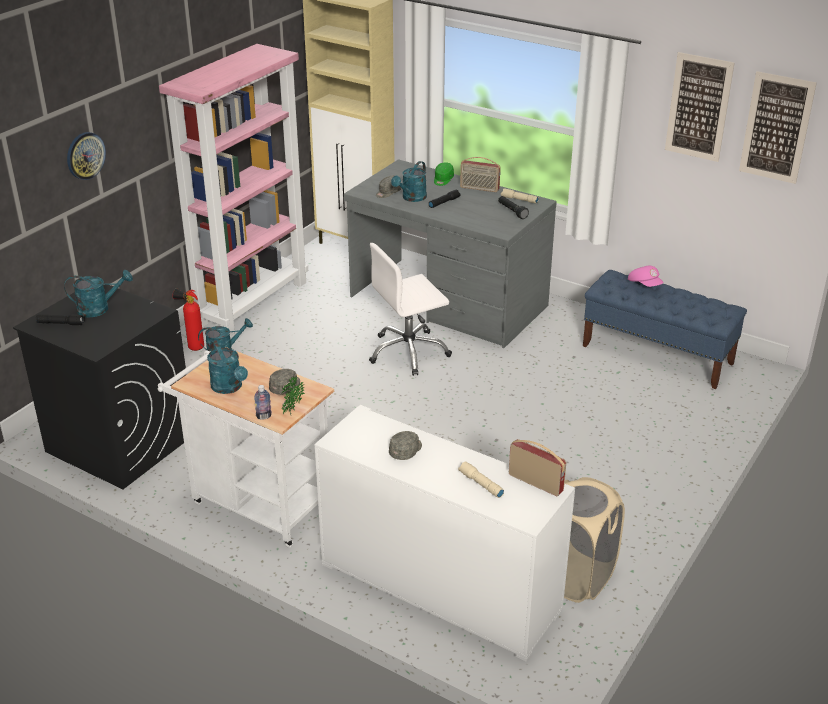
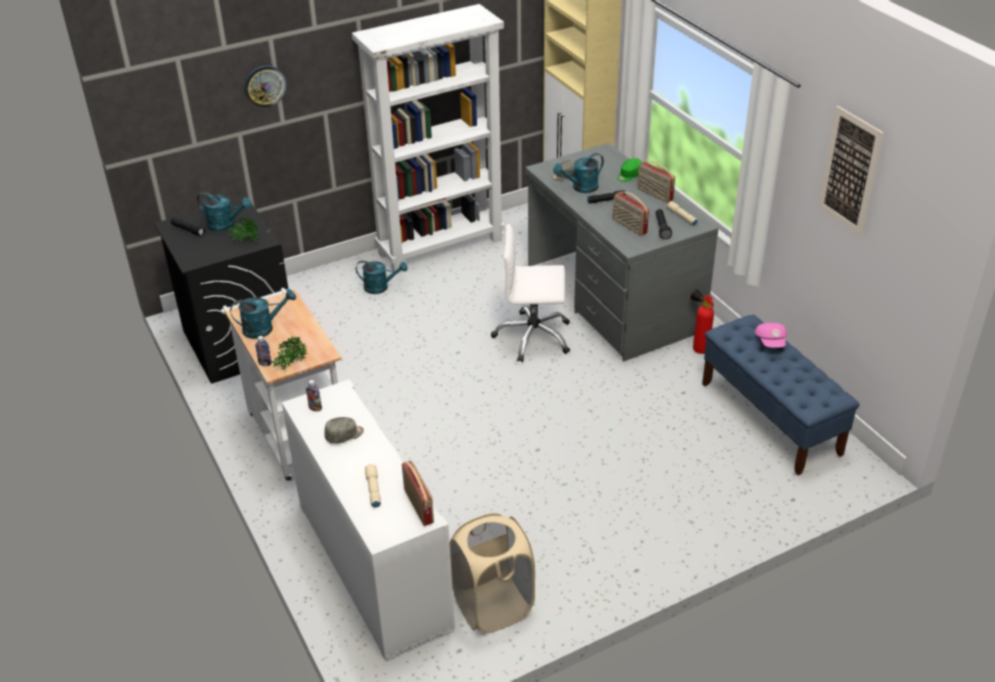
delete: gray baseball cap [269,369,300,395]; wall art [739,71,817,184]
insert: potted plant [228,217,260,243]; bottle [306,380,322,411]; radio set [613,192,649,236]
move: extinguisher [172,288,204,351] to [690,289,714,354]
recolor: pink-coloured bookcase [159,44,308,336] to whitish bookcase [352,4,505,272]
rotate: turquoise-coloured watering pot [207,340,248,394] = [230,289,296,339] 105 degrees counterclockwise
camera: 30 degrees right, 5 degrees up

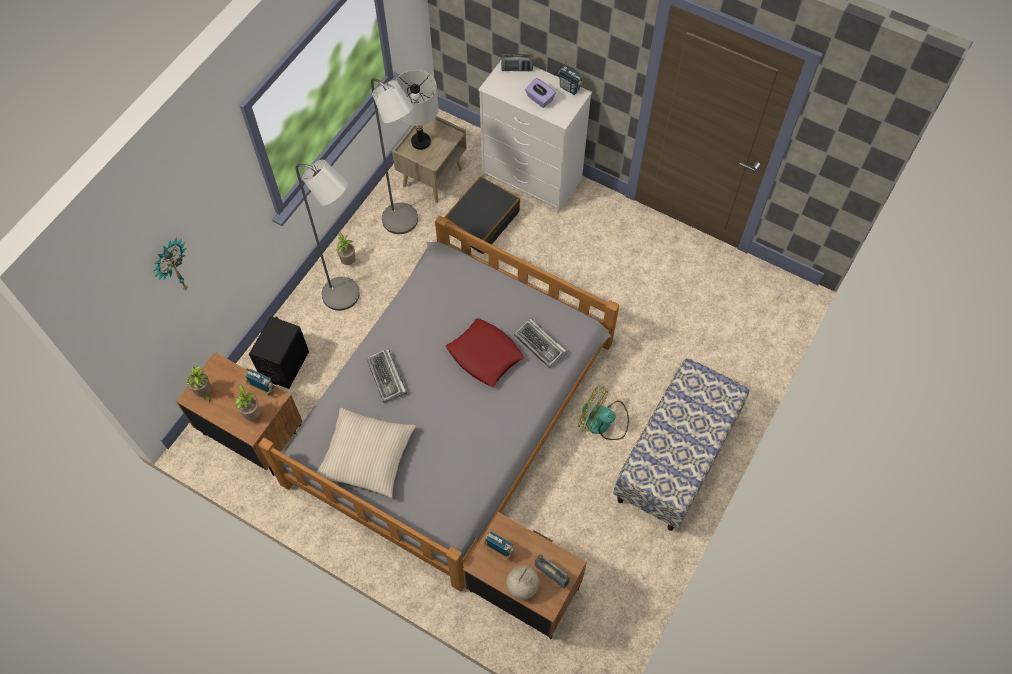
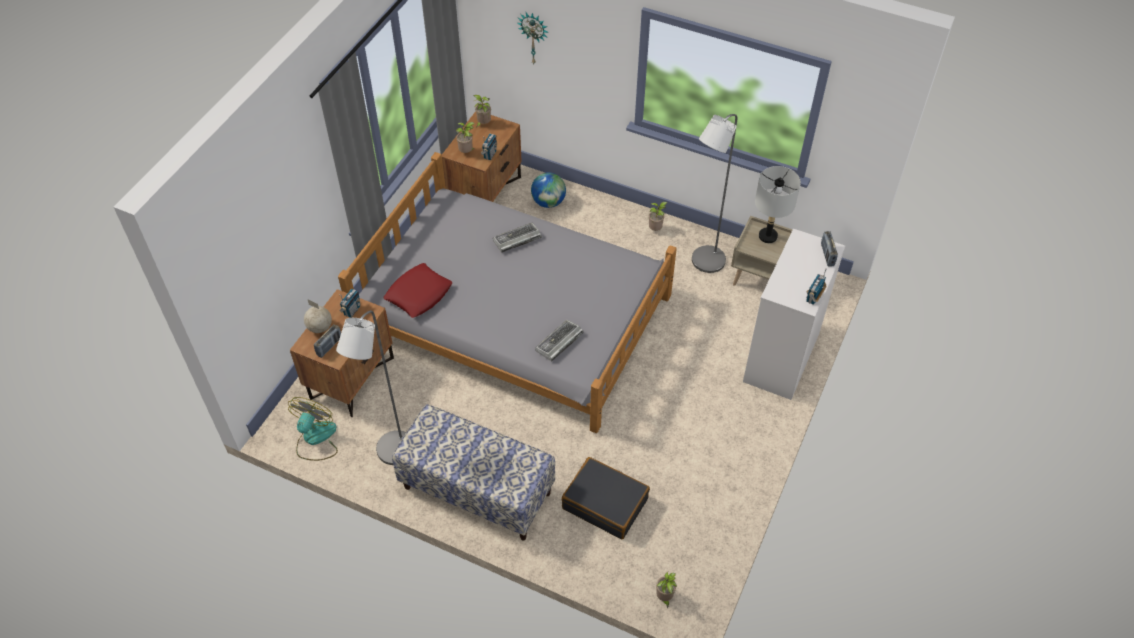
delete: beige cushion [316,408,416,498]; purplish tissue box [525,78,556,108]
insert: potted plant [656,572,677,608]
move: gray floor lamp [296,160,360,311] to [336,310,406,465]; black-coloured suitcase [444,176,520,254] to [562,457,650,539]; reddish cushion [446,318,524,387] to [383,263,452,318]; electric fan [578,386,629,440] to [288,397,338,461]
replace: black-coloured loudspeaker [249,316,309,389] to globe [531,172,566,208]
camera: 85 degrees right, 10 degrees down

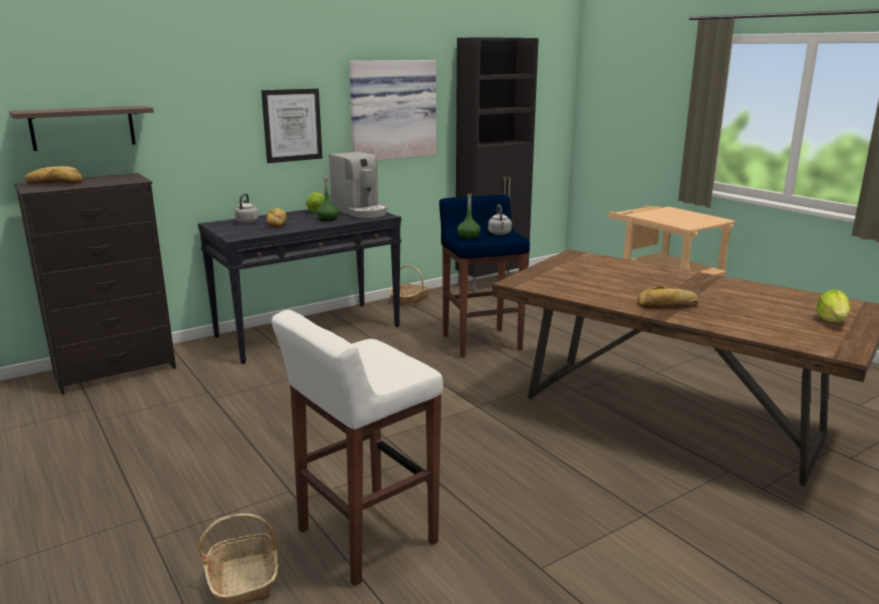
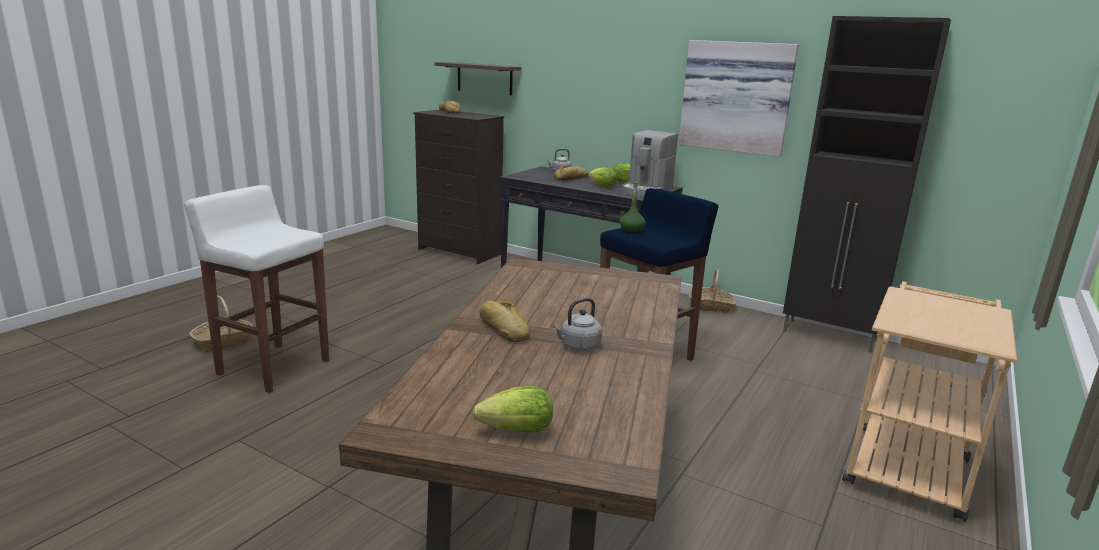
delete: wall art [261,88,322,163]
move: gray tea kettle [488,204,512,235] to [553,298,602,351]
replace: green-coloured bottle [316,177,339,221] to head of lettuce [588,167,617,188]
camera: 65 degrees right, 0 degrees up

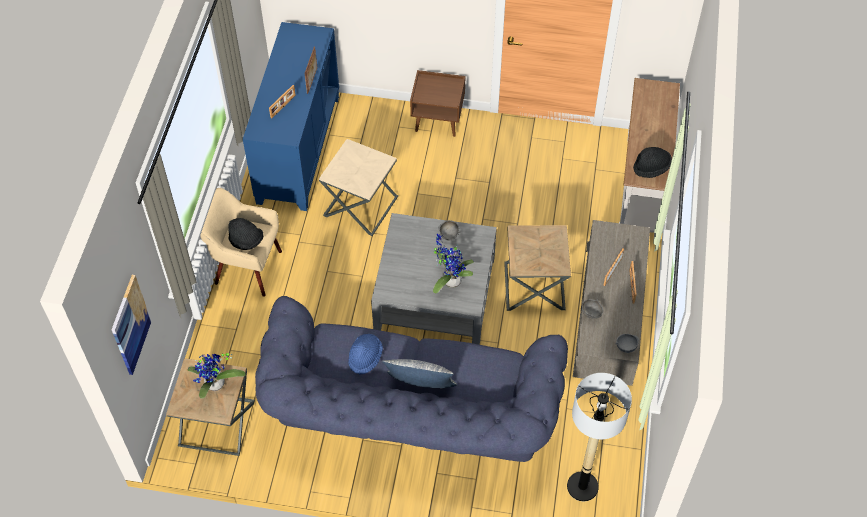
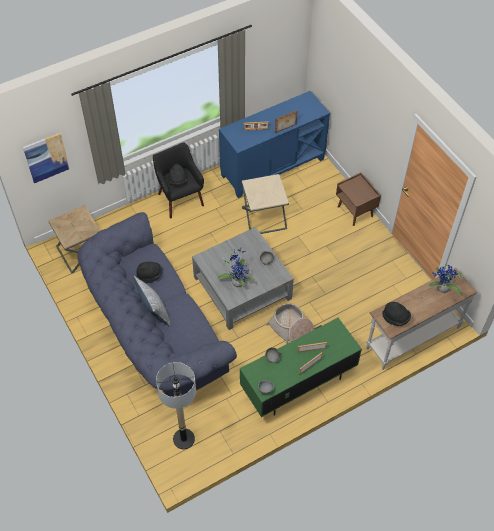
move: potted plant [188,353,245,399] to [429,264,464,296]
replace: brown-coloured accent table [504,225,571,311] to storage basket [266,303,314,344]
recolor: beige easy chair [200,188,282,297] to black-coloured easy chair [153,143,204,218]; blue-coloured clothing hat [348,334,383,375] to black-coloured clothing hat [136,262,162,283]; gray tv unit [573,220,650,386] to green-coloured tv unit [240,318,362,417]
camera: 50 degrees right, 0 degrees up

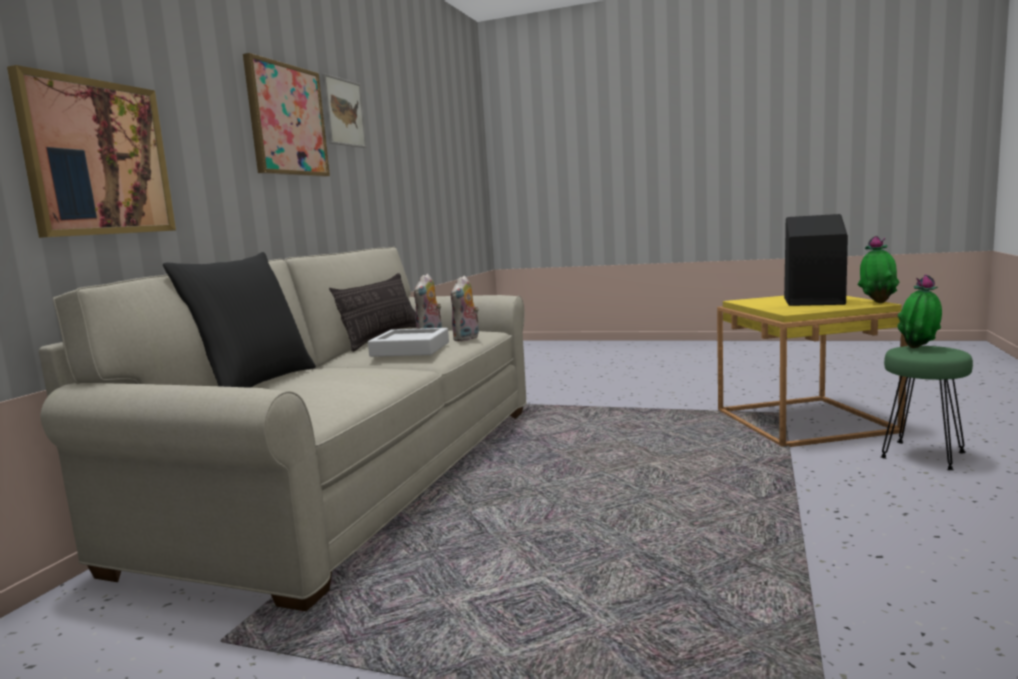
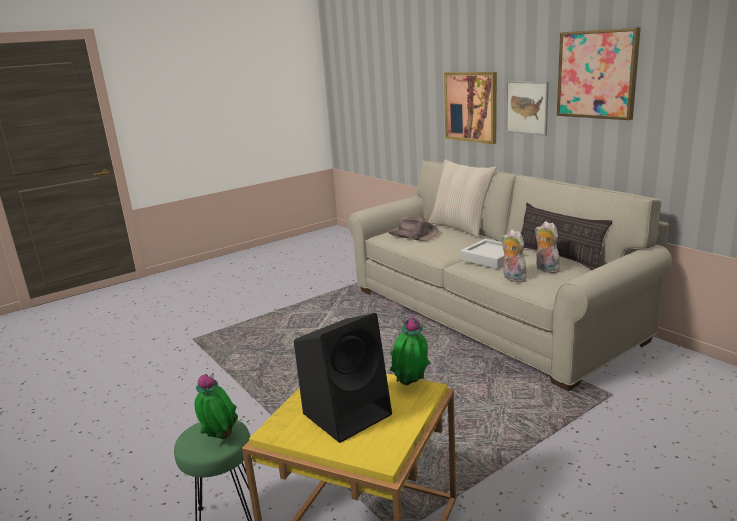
insert: brown-coloured clothing hat [388,216,439,241]
move: wall art [322,73,367,148] to [506,81,549,135]; potted plant [858,236,900,303] to [390,317,430,385]
recolor: black-coloured cushion [163,252,316,388] to beige cushion [428,159,496,238]
camera: 125 degrees right, 10 degrees up

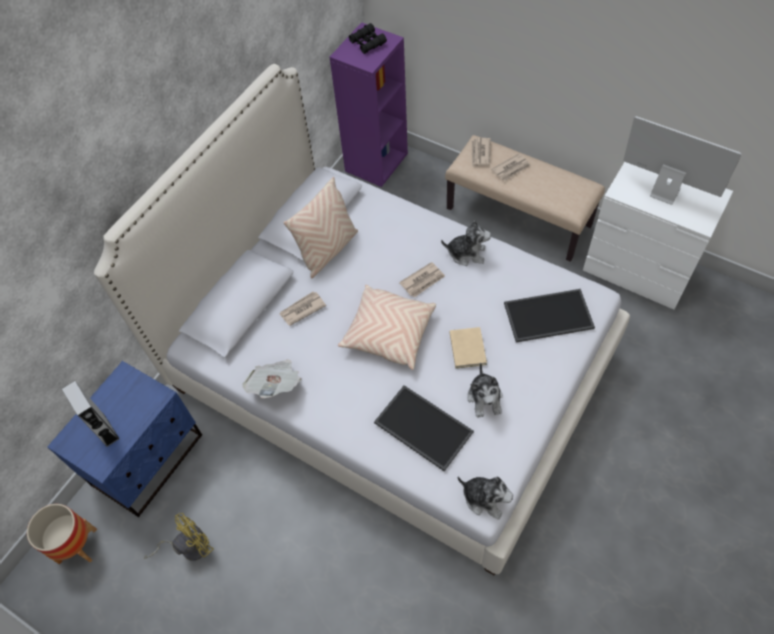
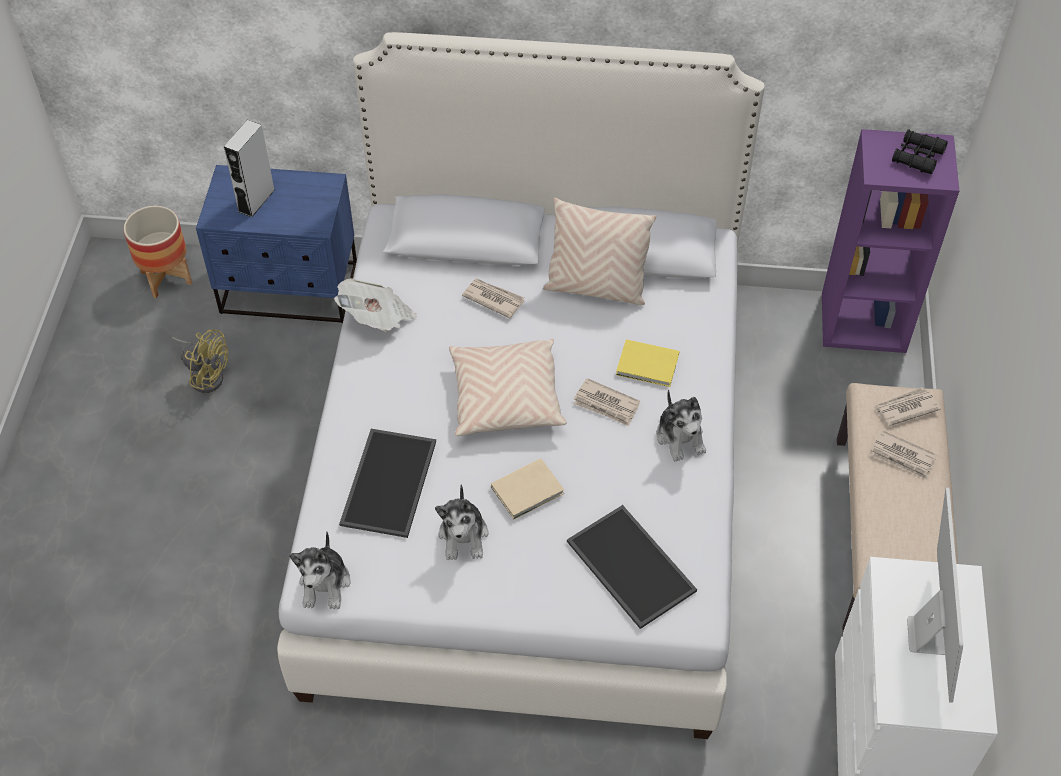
insert: yellowish book [616,339,679,387]
rotate: soft toy [467,363,503,418] = [435,484,489,560] 60 degrees counterclockwise
camera: 60 degrees right, 5 degrees down

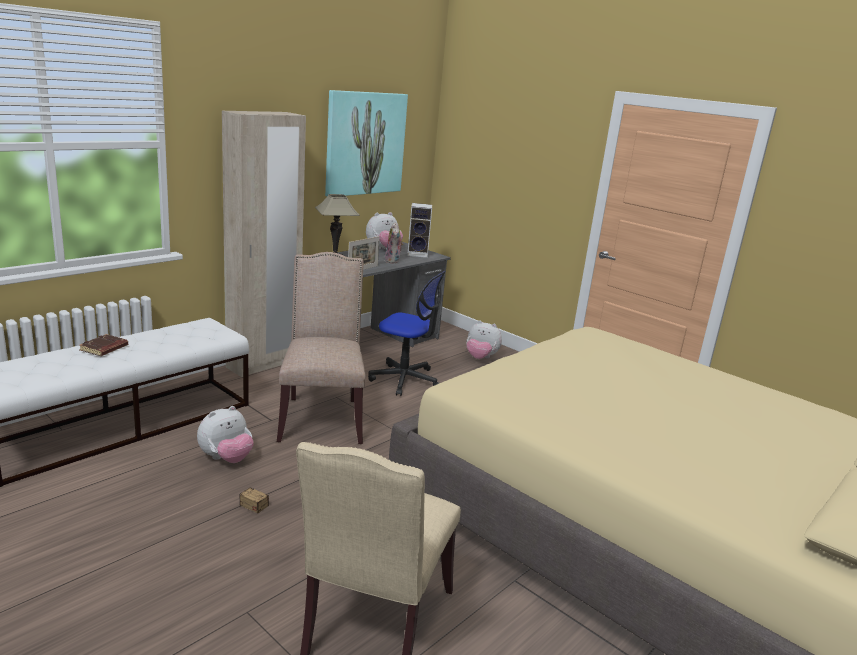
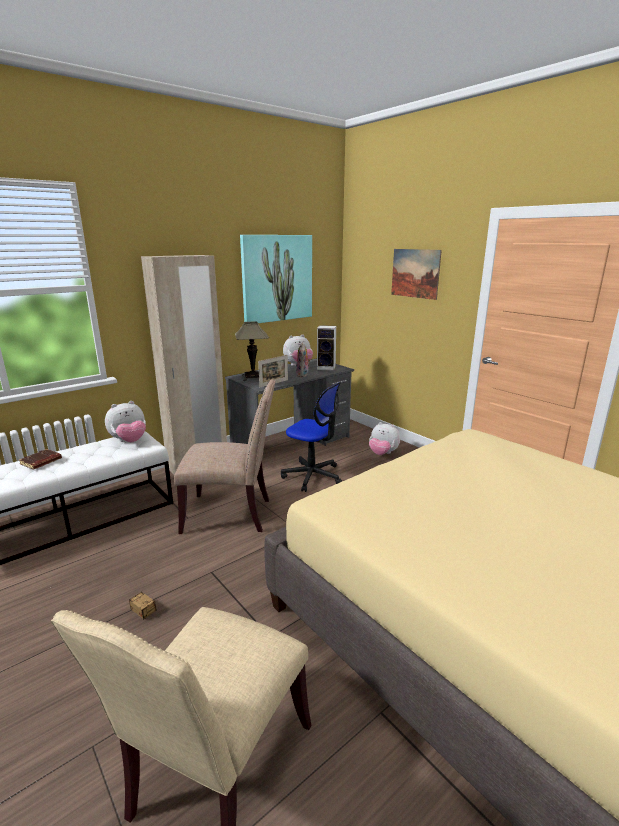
insert: wall art [391,249,442,300]
move: soft toy [197,406,254,463] to [105,401,146,442]
rotate: beige upright chair [277,252,366,444] = [174,379,276,534] 90 degrees clockwise
camera: 10 degrees right, 0 degrees up

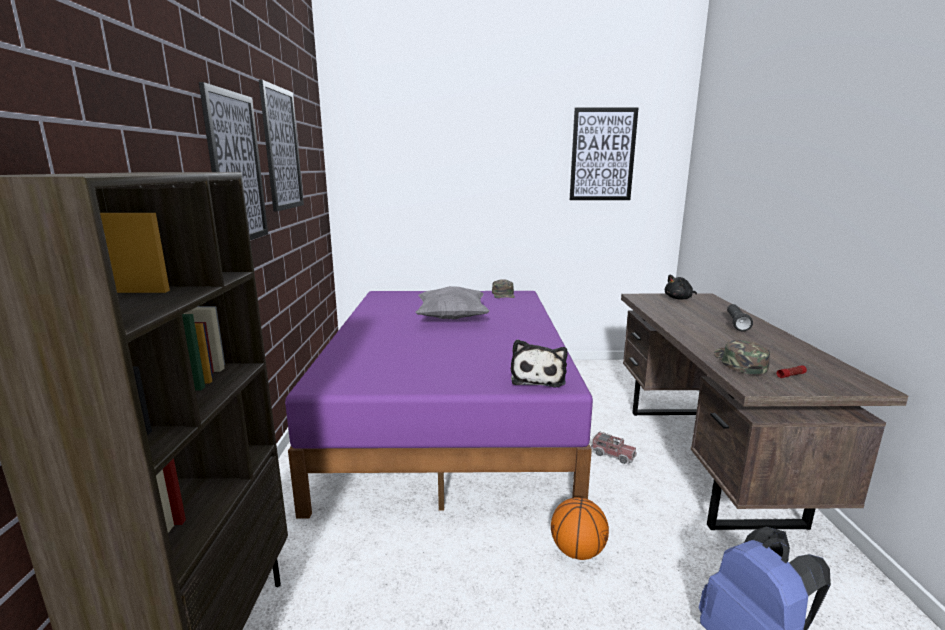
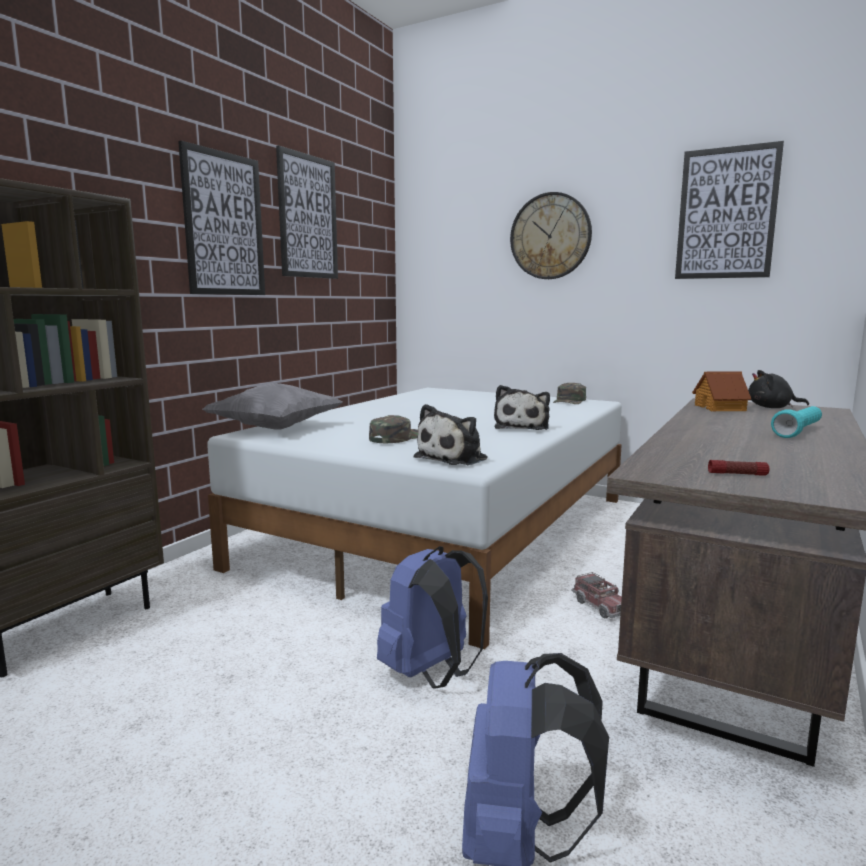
insert: soft toy [494,385,550,430]; clock on the wall [510,192,592,279]; toy house [692,371,751,411]
move: gray cushion [415,286,489,319] to [203,383,343,430]; green-coloured baseball cap [714,340,770,374] to [369,415,418,443]
replace: basketball ball [551,497,609,560] to blue-coloured backpack [377,546,488,689]
recolor: purplish bed [285,291,593,519] to whitish bed [207,388,622,649]; black-coloured torch [727,304,753,331] to turquoise-coloured torch [771,406,822,438]
camera: 30 degrees right, 5 degrees down

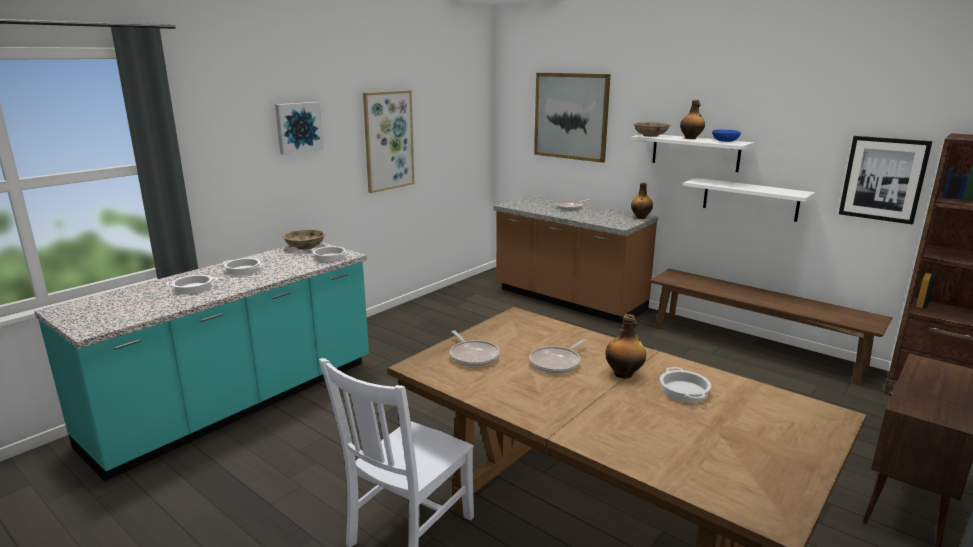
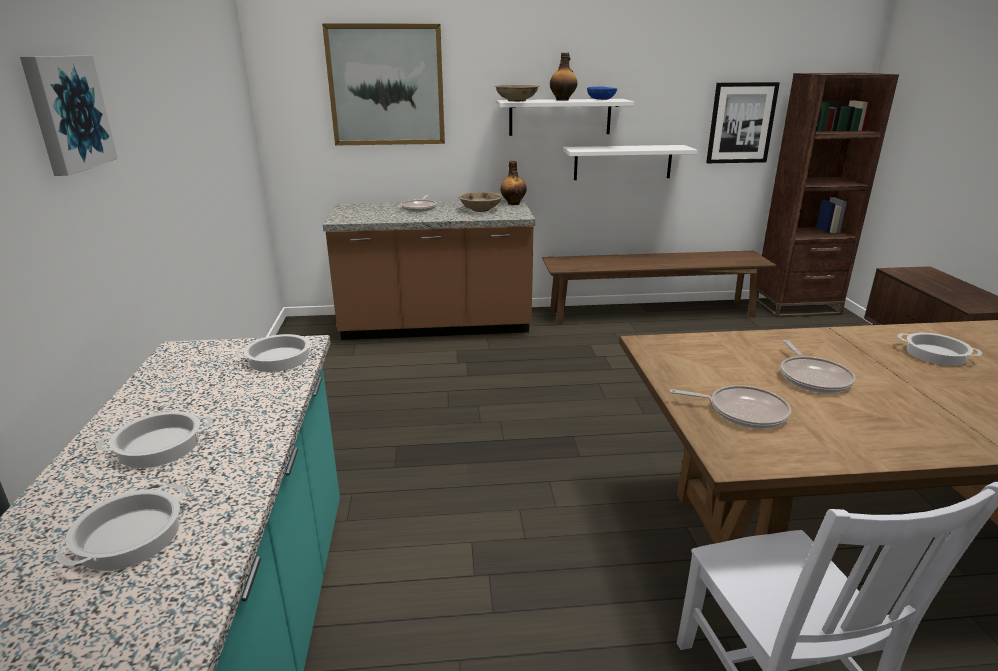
delete: wall art [363,90,414,193]; bottle [605,314,646,378]
move: beige serving bowl [282,229,325,250] to [459,192,502,212]
camera: 45 degrees left, 5 degrees up

